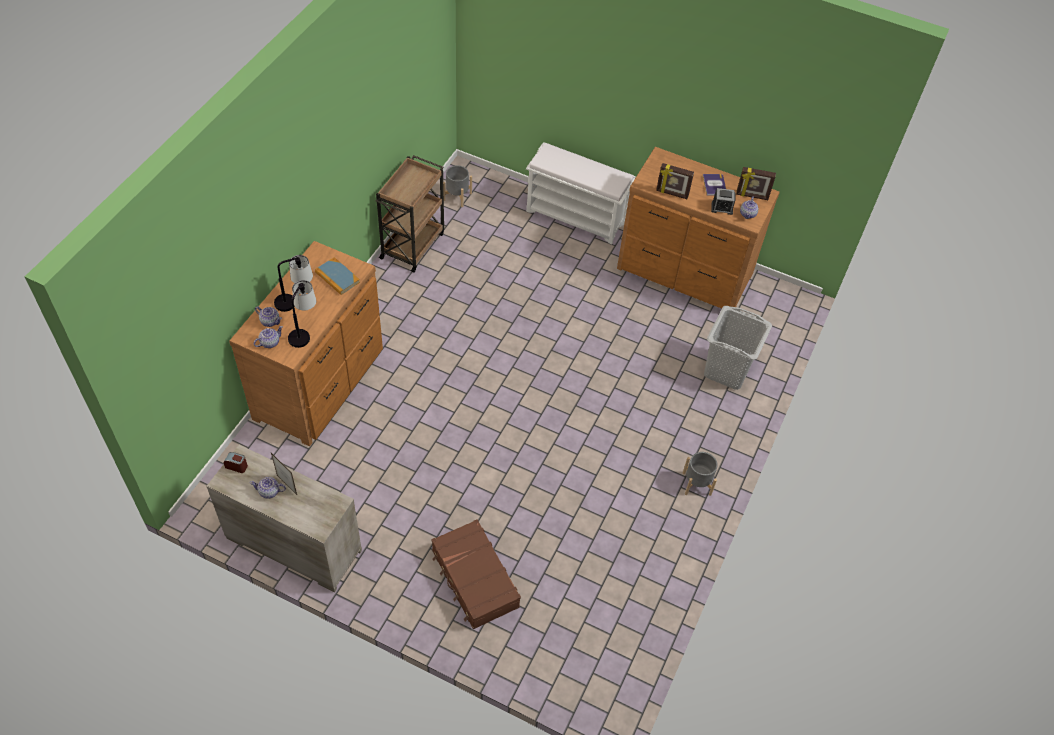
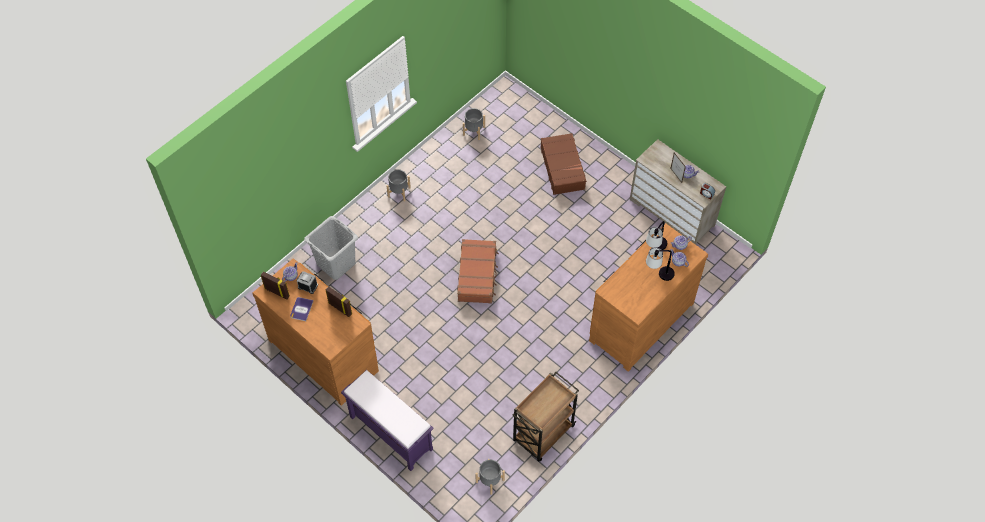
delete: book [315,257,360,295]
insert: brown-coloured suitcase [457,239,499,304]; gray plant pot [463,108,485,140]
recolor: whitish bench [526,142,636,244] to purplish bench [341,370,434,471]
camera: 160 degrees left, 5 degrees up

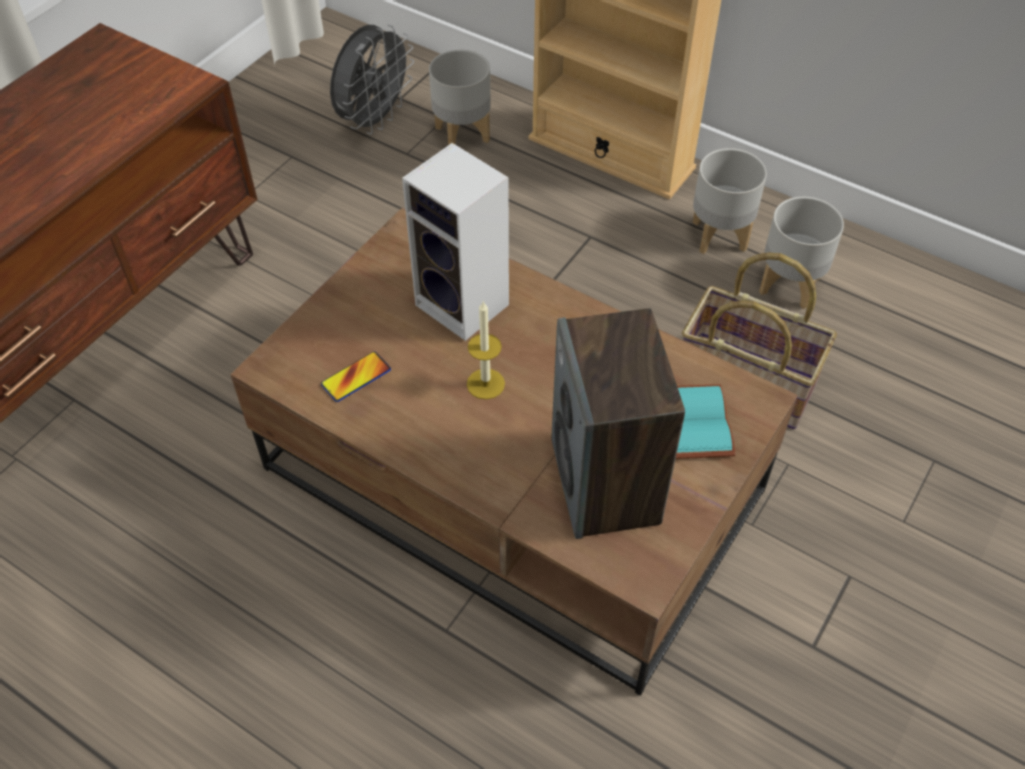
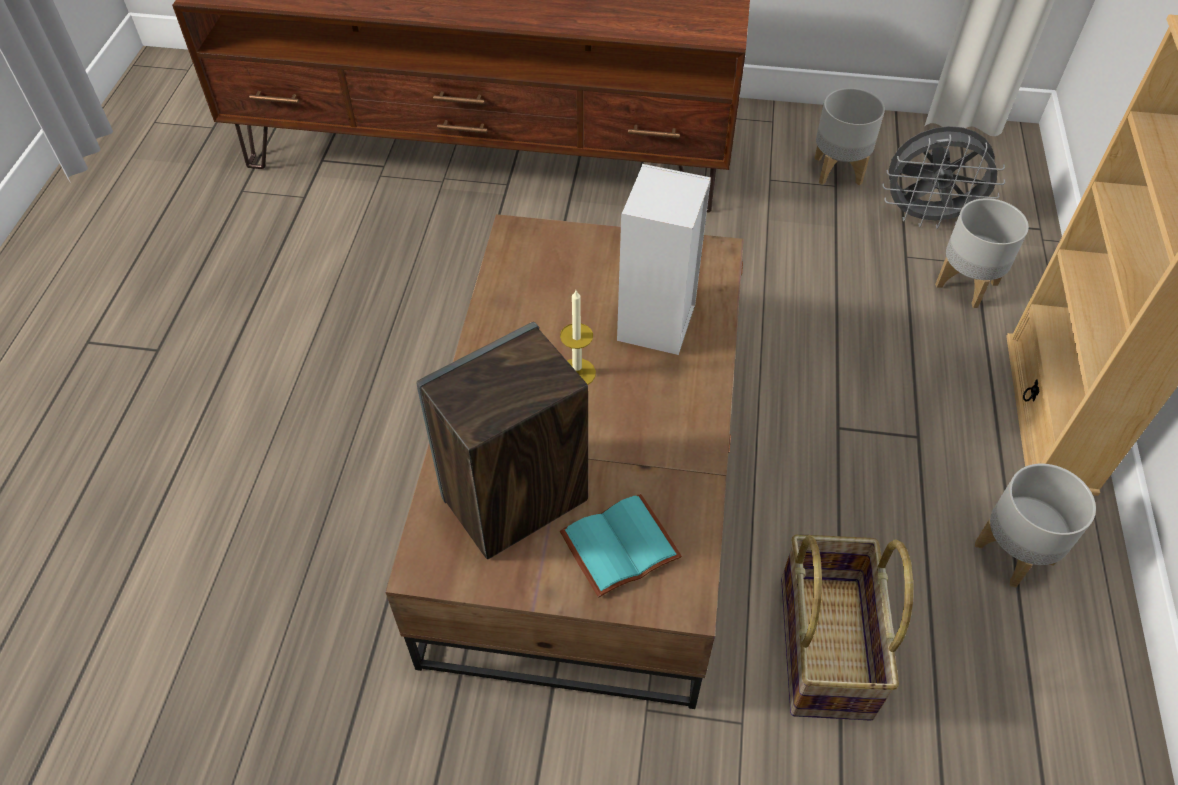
delete: phone [321,351,391,402]
move: gray plant pot [759,197,844,309] to [814,88,885,185]
camera: 65 degrees right, 0 degrees up

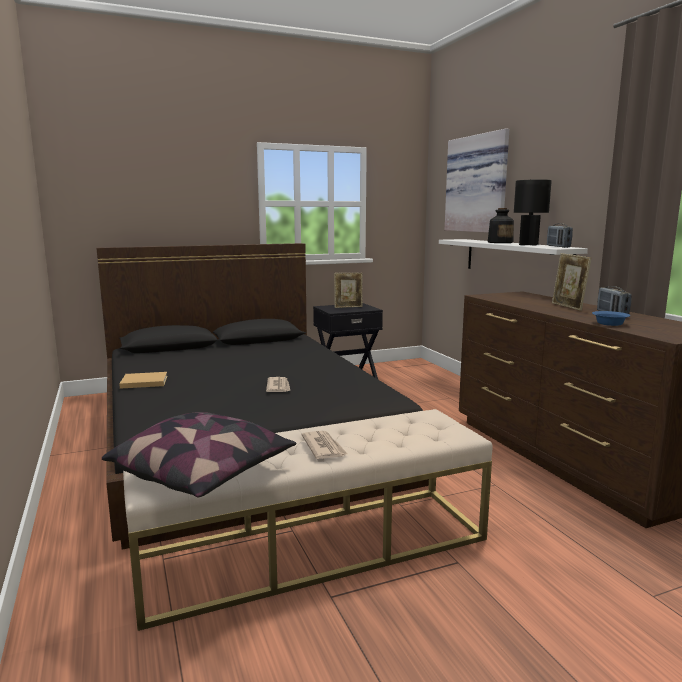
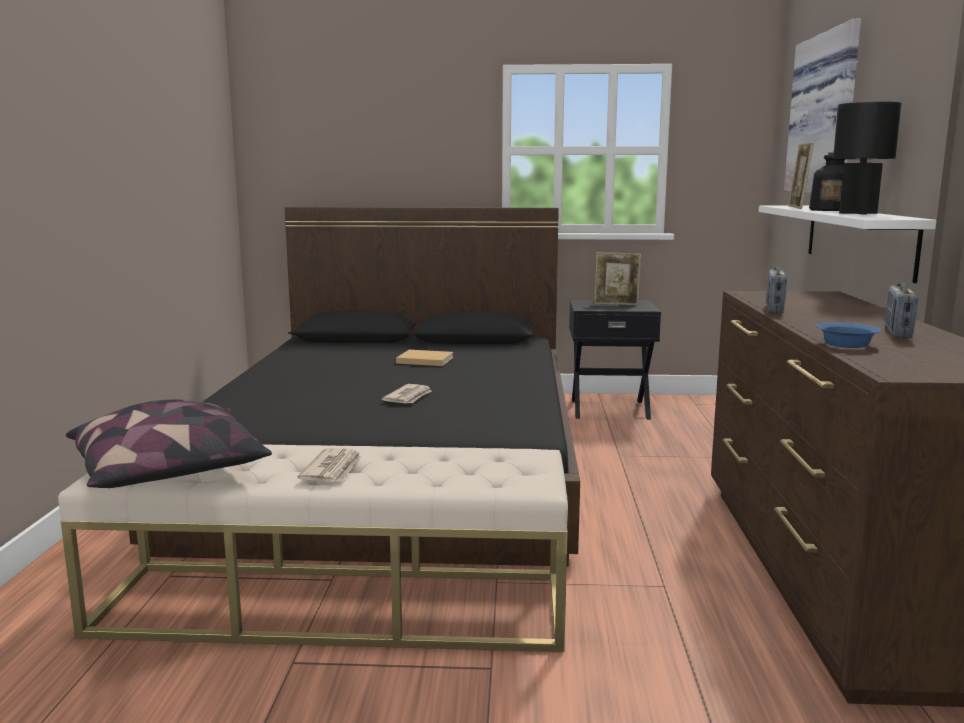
move: beige book [119,372,167,389] to [396,350,454,366]; radio set [547,223,573,248] to [766,267,787,313]; picture frame [552,253,592,311] to [788,143,814,209]
camera: 25 degrees right, 0 degrees up

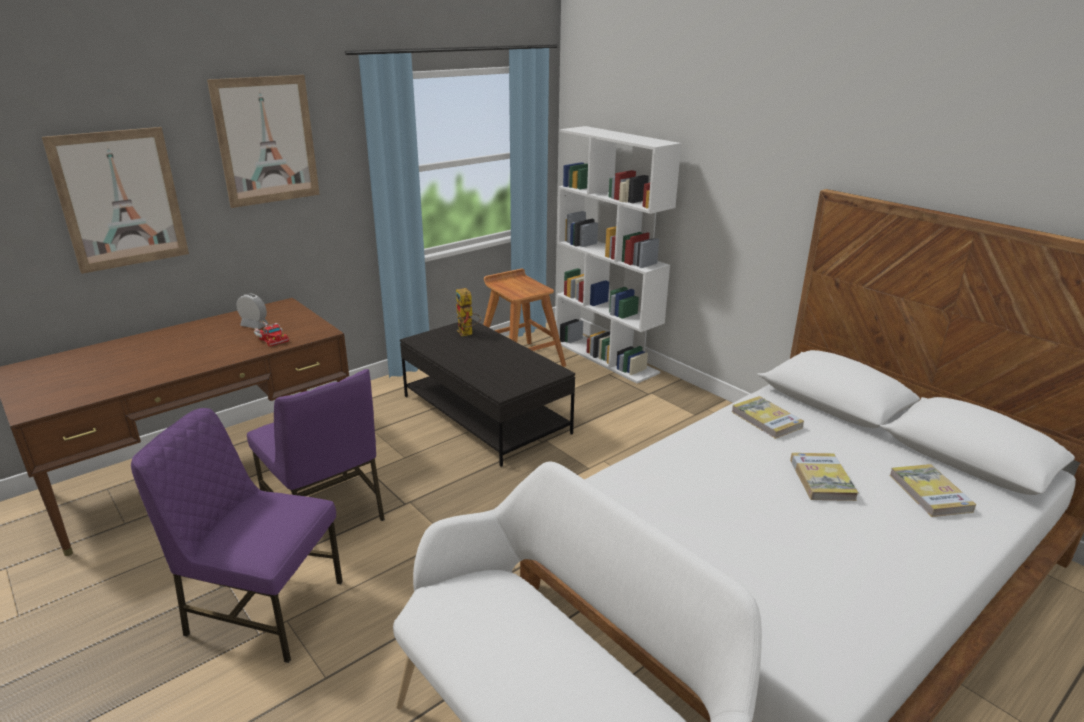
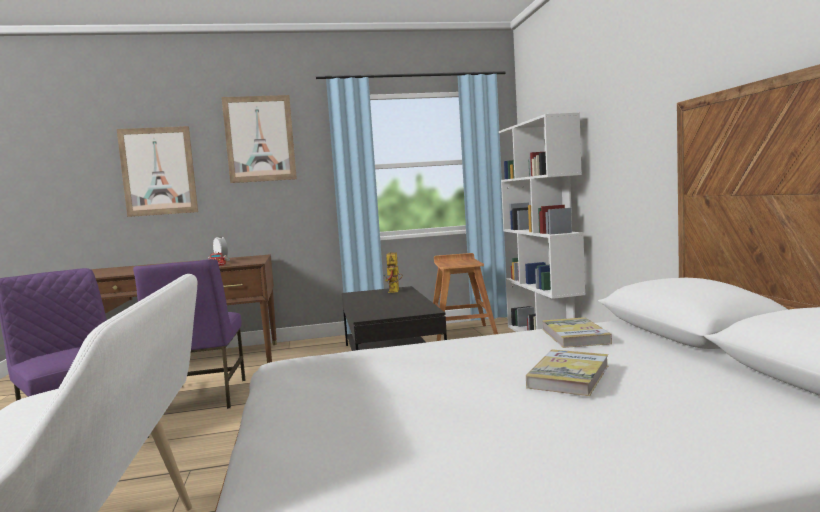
delete: book [889,464,976,517]
camera: 30 degrees right, 20 degrees down

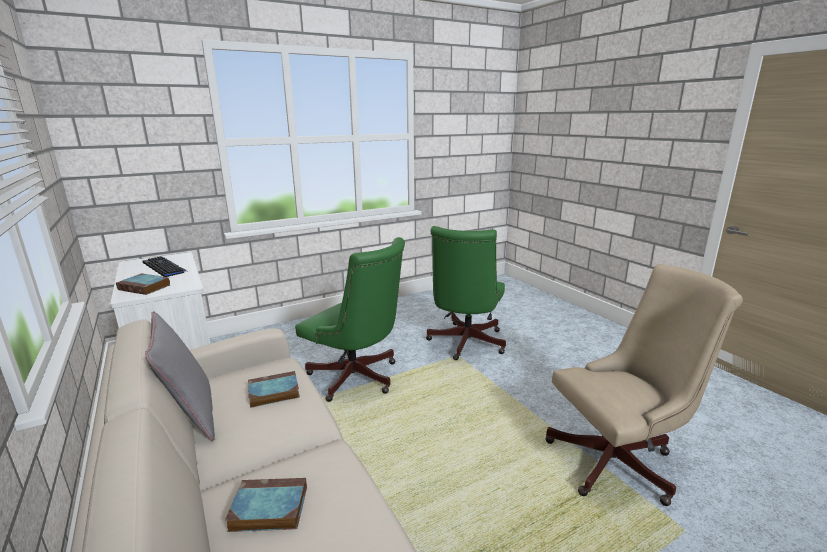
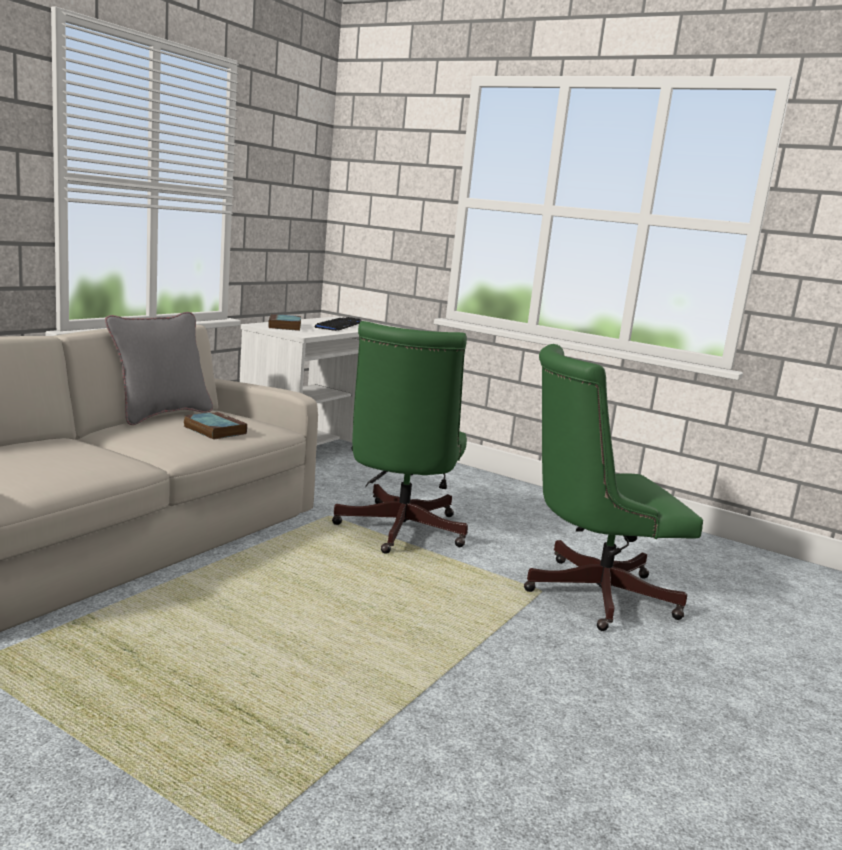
delete: book [225,478,307,532]; beige desk chair [545,264,743,506]
camera: 60 degrees right, 5 degrees down

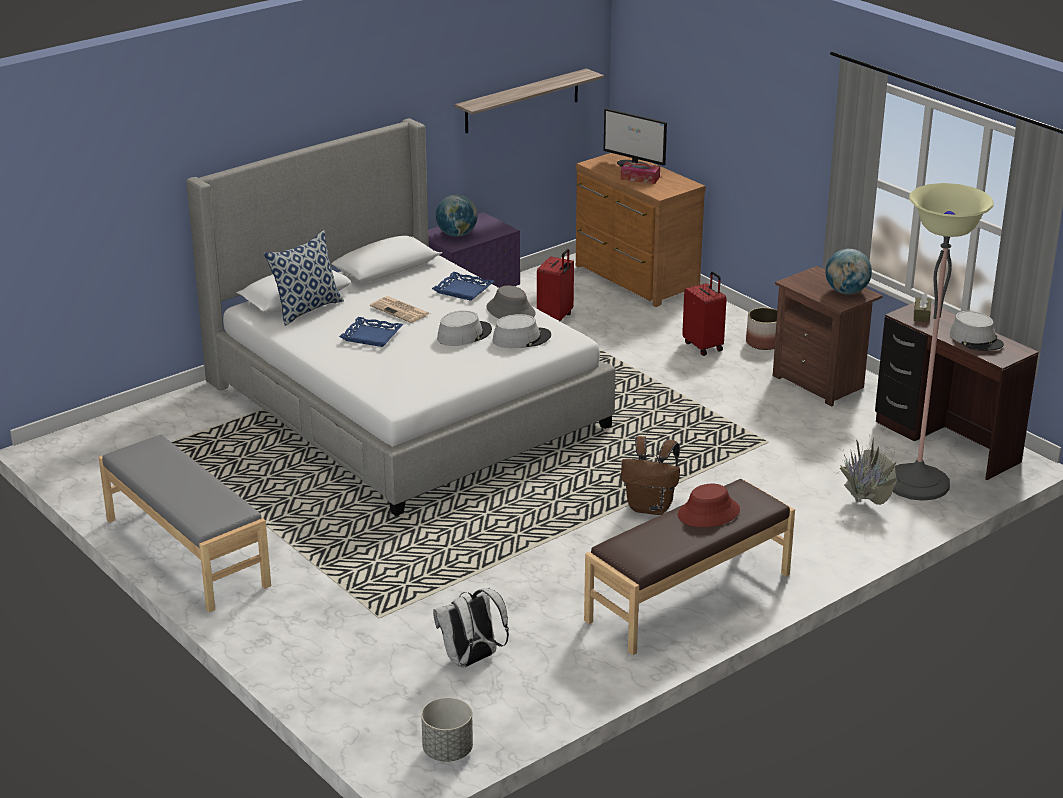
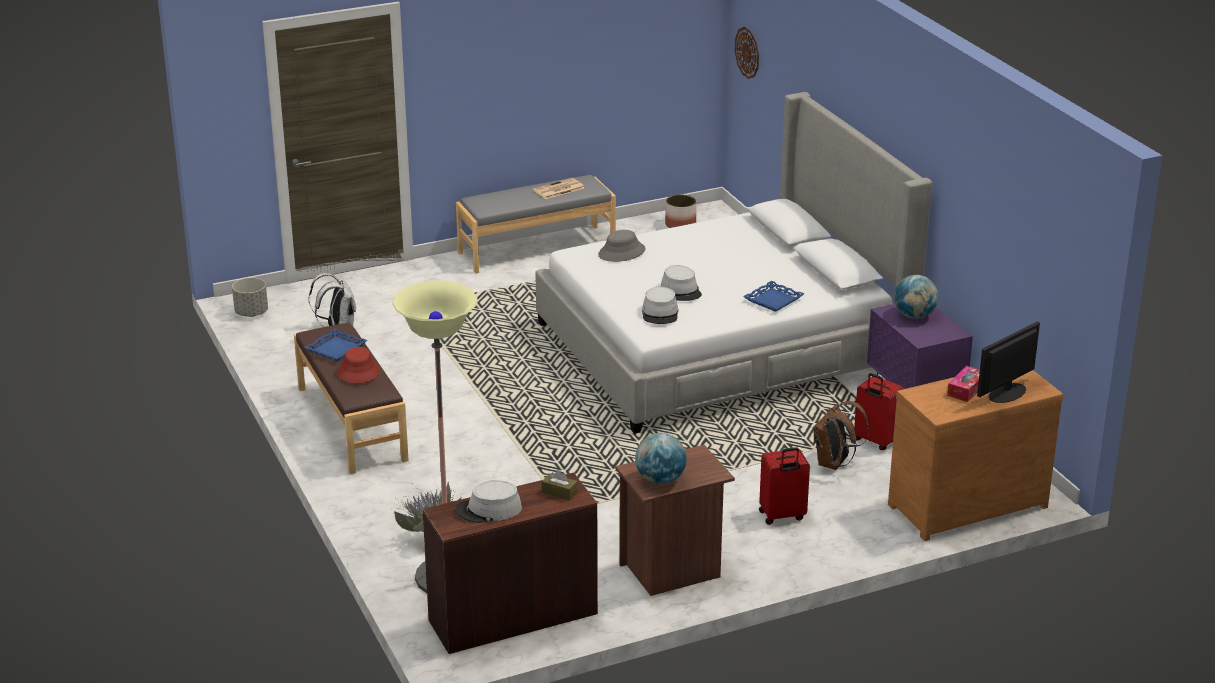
delete: cushion [264,230,344,326]; bracket shelf [455,68,604,133]
insert: clock on the wall [735,27,759,79]
move: blue-coloured serving tray [339,317,403,347] to [304,329,367,361]; newspaper [370,296,430,323] to [533,178,584,199]; gray clothing hat [487,286,536,319] to [598,230,646,262]; brown-coloured backpack [621,436,680,515] to [814,401,869,470]; plant pot [746,308,777,350] to [665,194,696,228]
camera: 105 degrees right, 0 degrees up

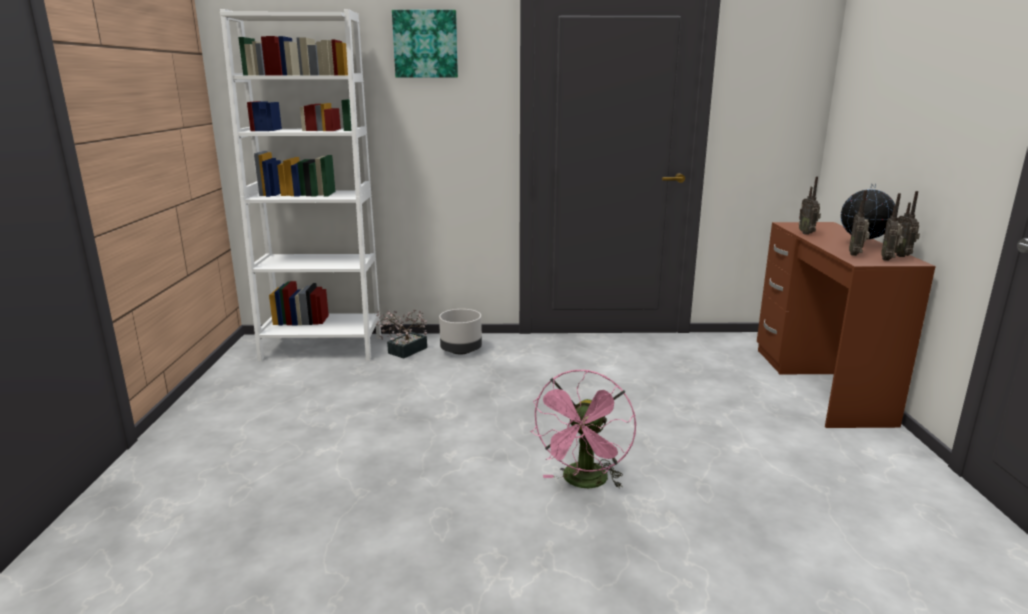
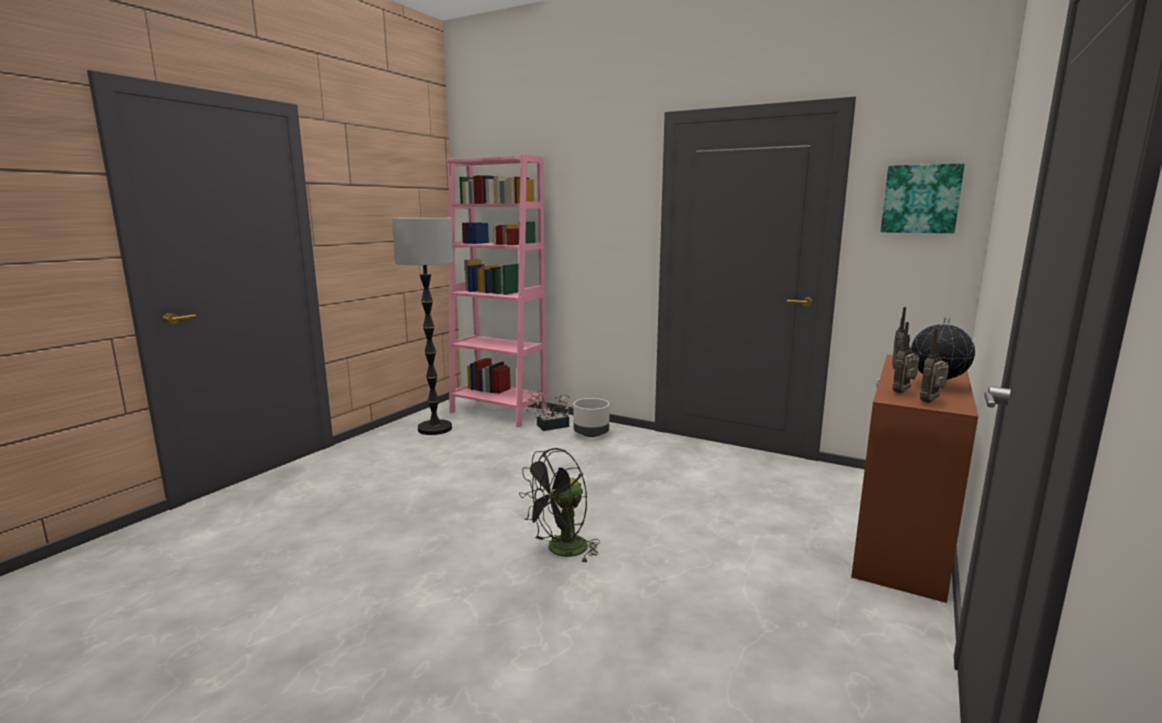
delete: radio set [894,191,920,257]
insert: floor lamp [392,217,454,435]
move: wall art [392,10,458,78] to [881,163,965,233]
recolor: whitish bookcase [220,9,381,361] to pink-coloured bookcase [445,154,547,427]; pink-coloured electric fan [530,370,636,489] to black-coloured electric fan [519,448,600,562]
camera: 30 degrees right, 5 degrees down

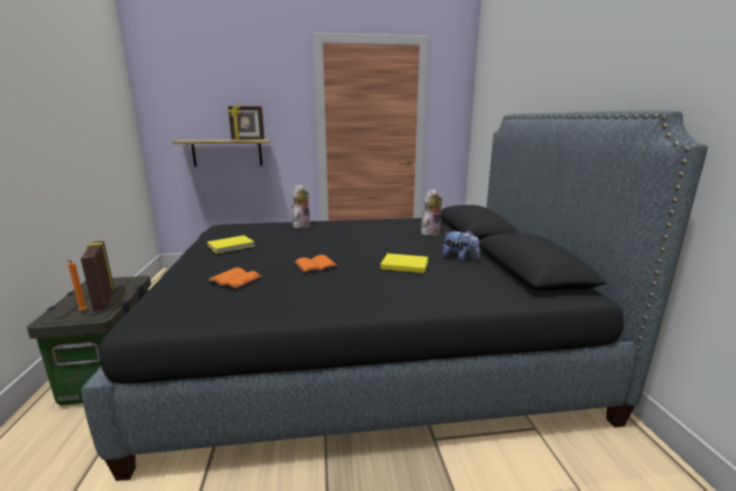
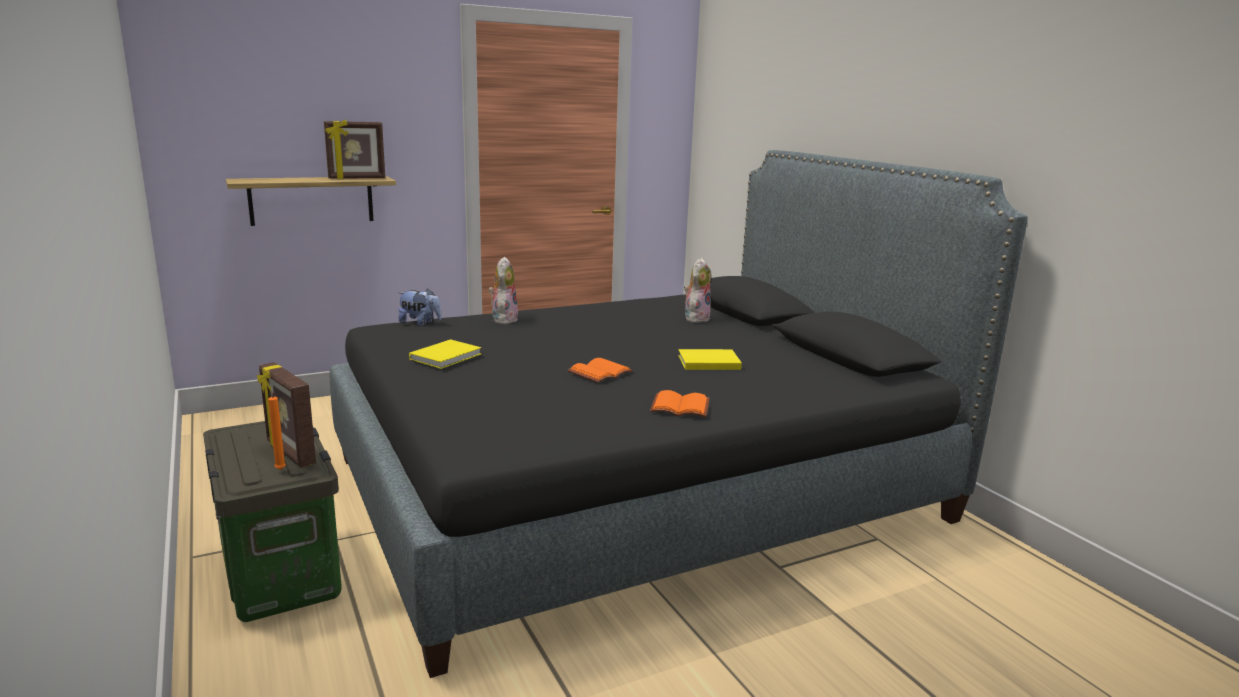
move: orange book [207,267,262,289] to [650,390,710,417]; soft toy [443,230,480,261] to [398,288,442,326]
camera: 20 degrees left, 0 degrees up

